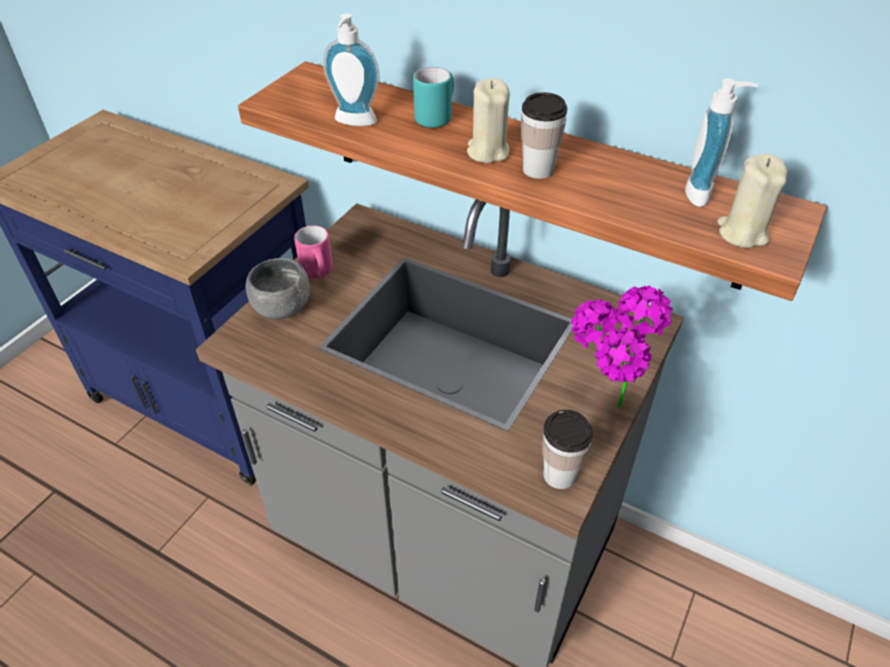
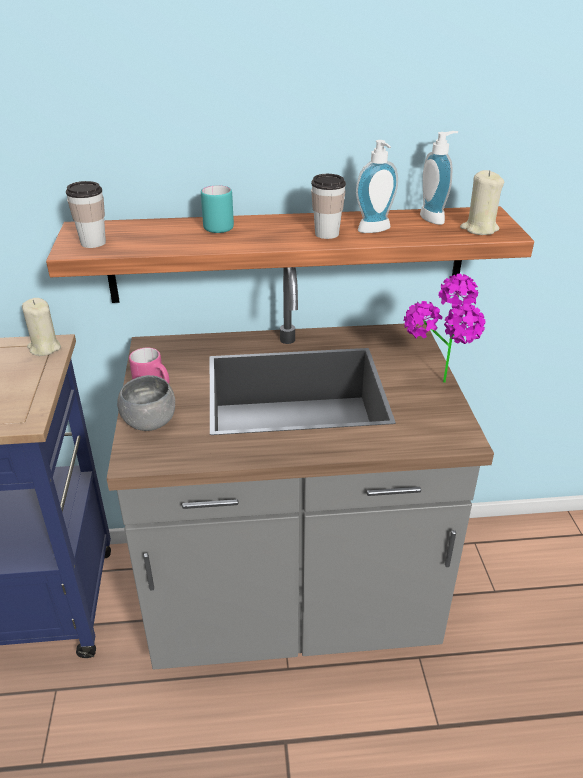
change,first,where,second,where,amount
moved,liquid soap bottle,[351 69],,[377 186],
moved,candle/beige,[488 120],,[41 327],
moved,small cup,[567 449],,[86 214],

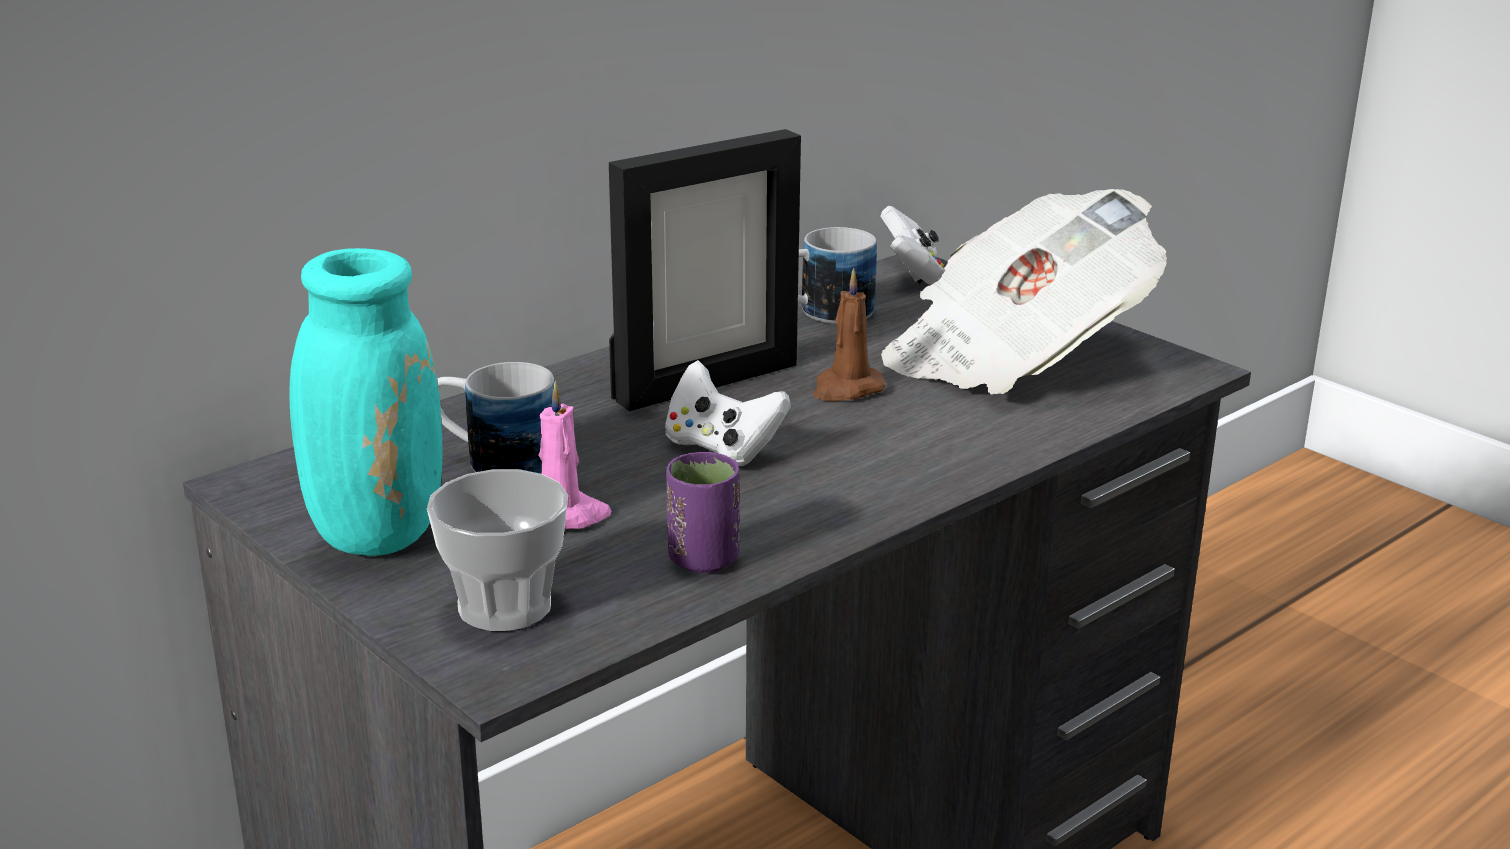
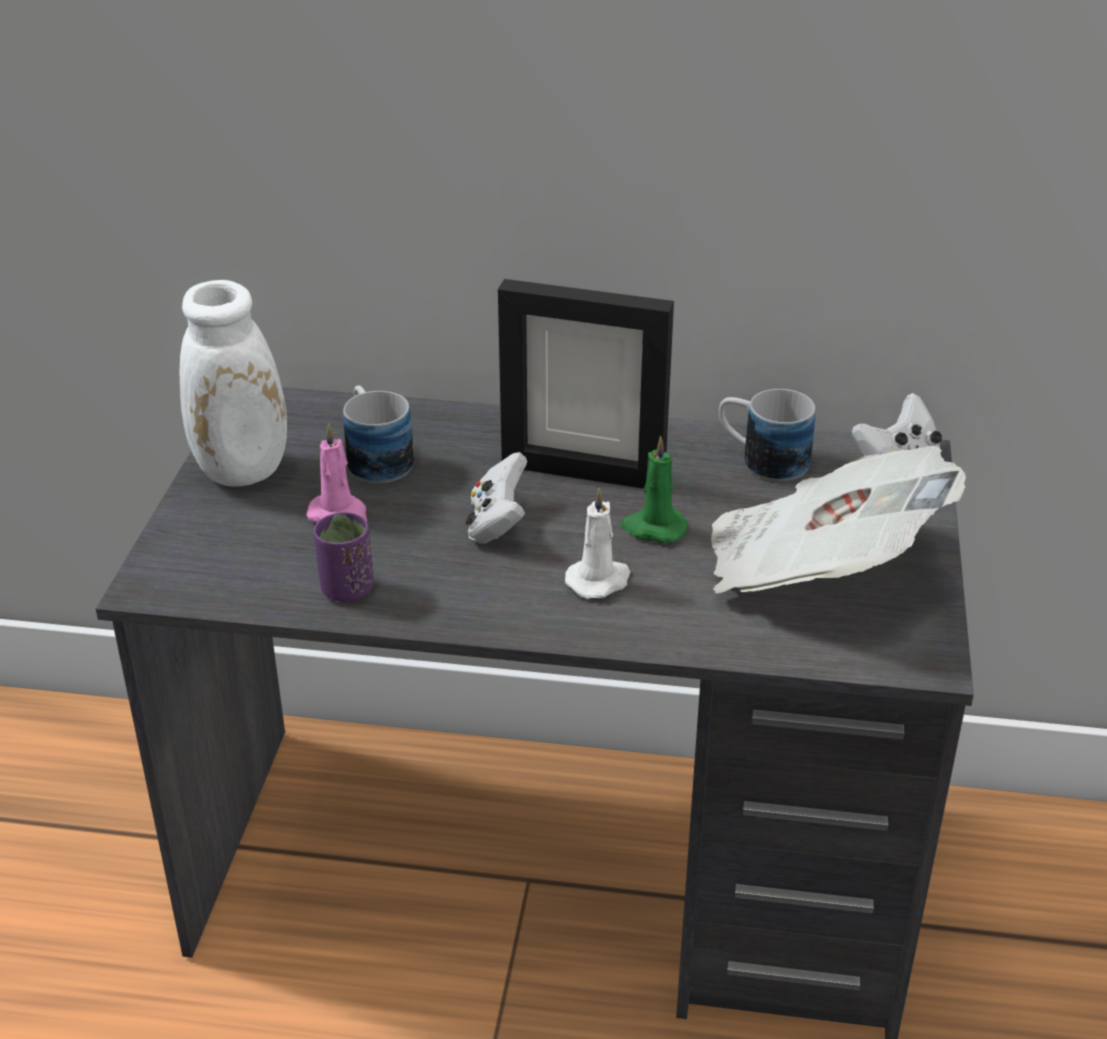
change,first,where,second,where,amount
recoloured,decorative vase/turquoise-coloured,[347 372],decorative vase/white,[233 383],
recoloured,candle/brown,[849 334],candle/green-coloured,[654 489],
removed,small cup,[497 550],,,
added,,,candle/white,[598 543],

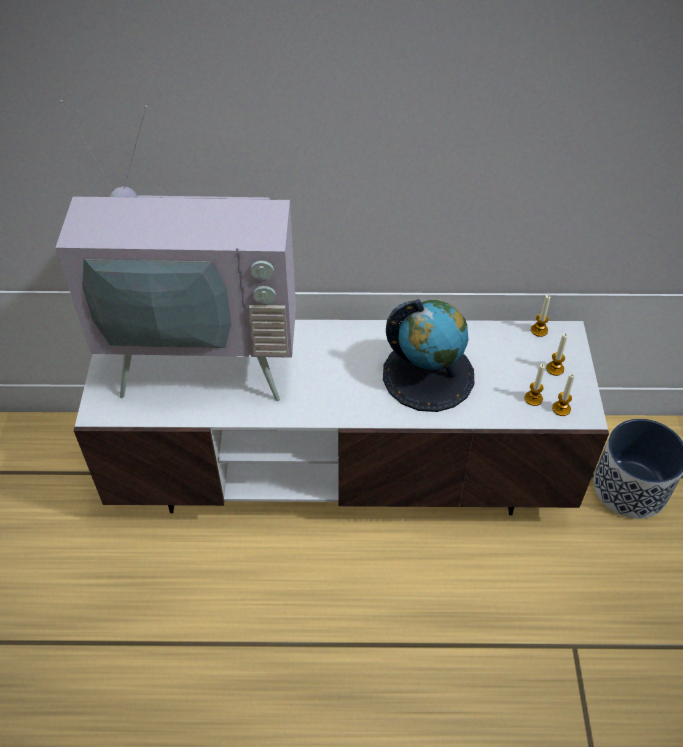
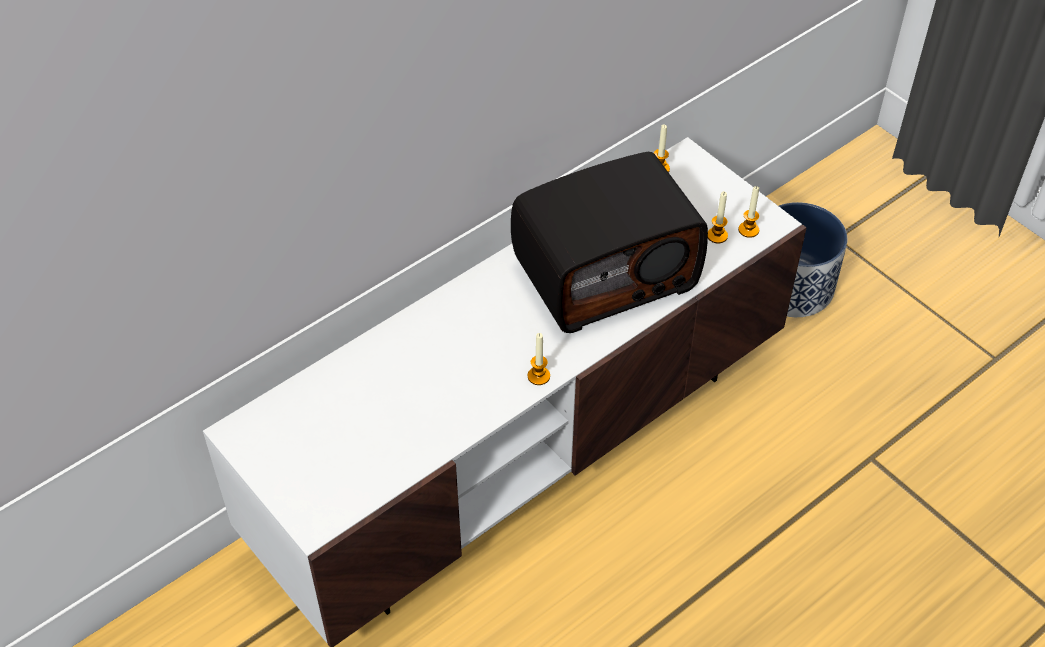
change,first,where,second,where,amount
removed,television,[175 250],,,
replaced,world globe,[428 355],radio set,[609 242],
moved,candle,[556 354],,[539 359],

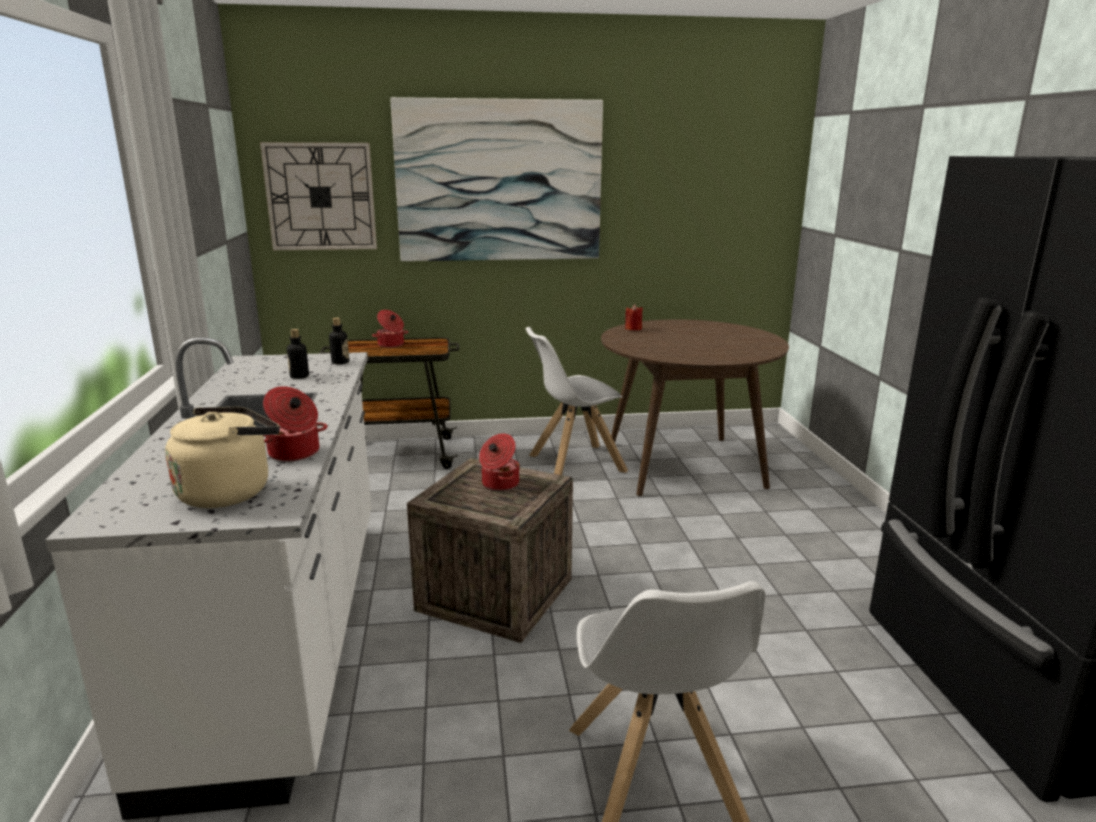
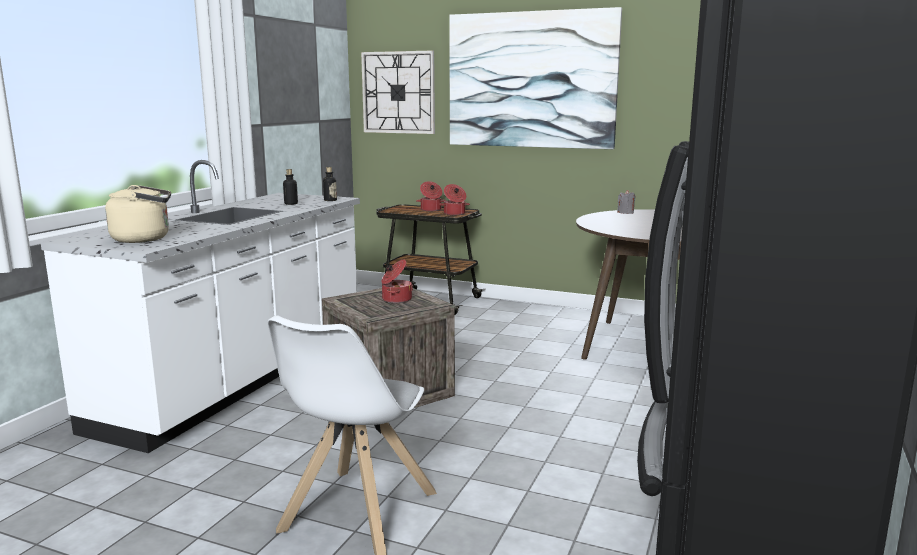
change,first,where,second,where,amount
recoloured,candle/red,[634 317],candle/greyish,[626 202],
removed,plain chair,[576 401],,,
moved,cooking pot,[295 423],,[454 199],

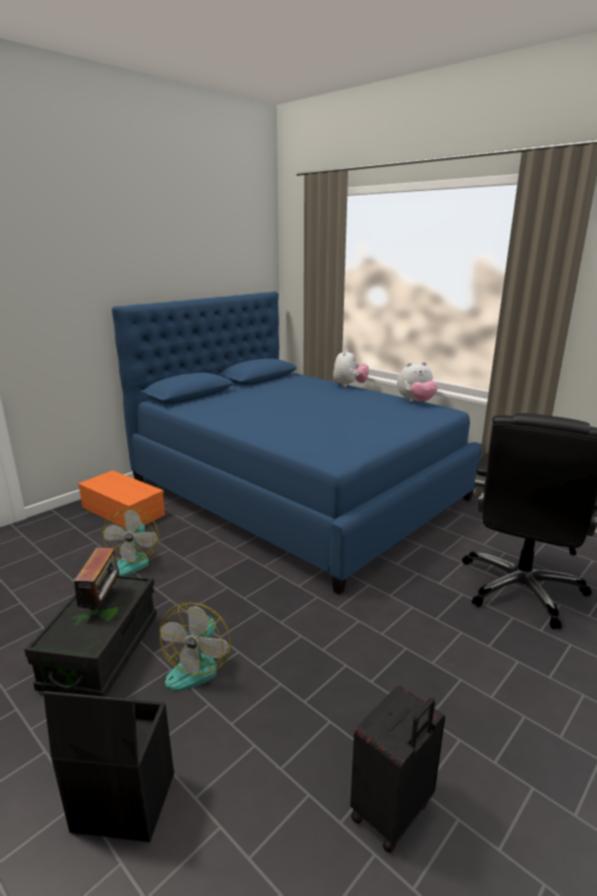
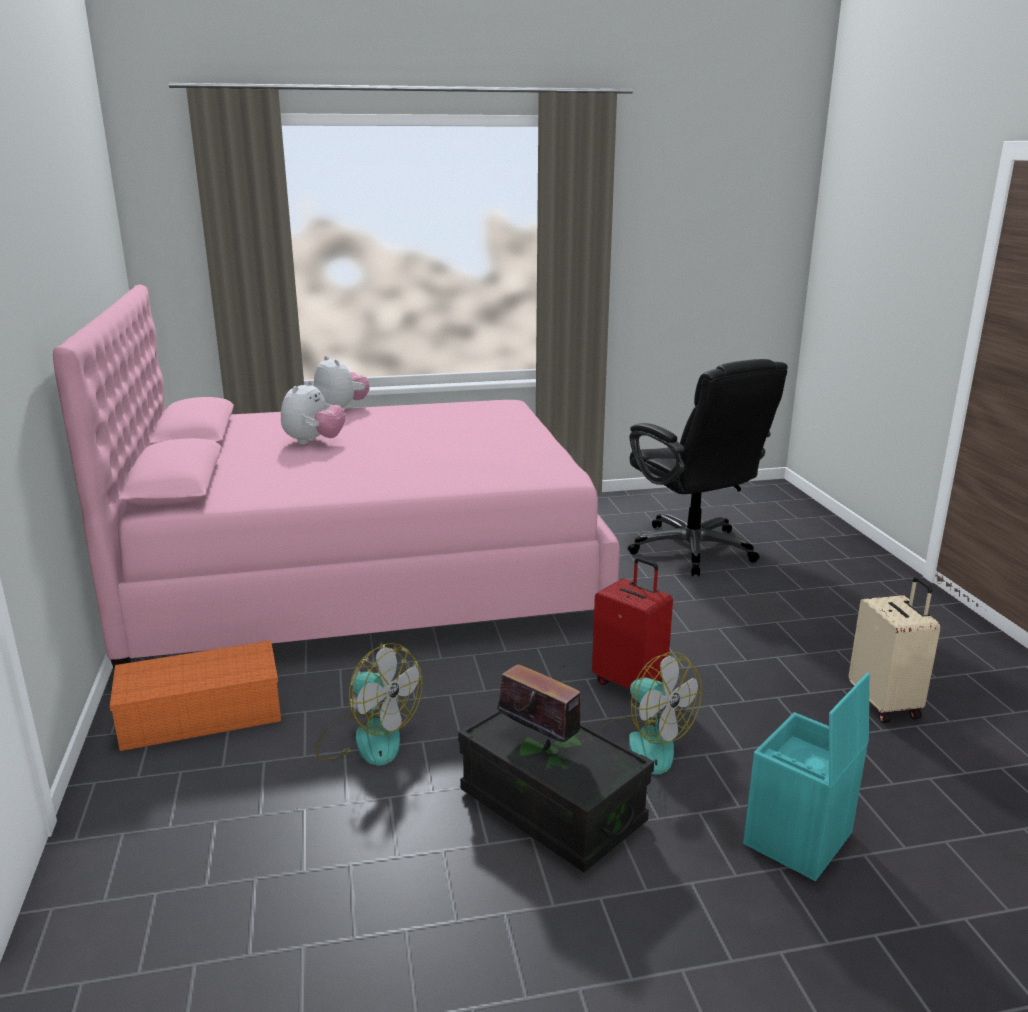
change,first,where,second,where,amount
recoloured,bed/blue,[297 443],bed/pink,[336 477],
moved,soft toy,[417 382],,[313 412],
recoloured,piece of luggage/blackish,[397 769],piece of luggage/beige,[894 649],
recoloured,storage bin/blackish,[108 766],storage bin/turquoise-coloured,[806 777],
added,,,piece of luggage/red,[632 623],

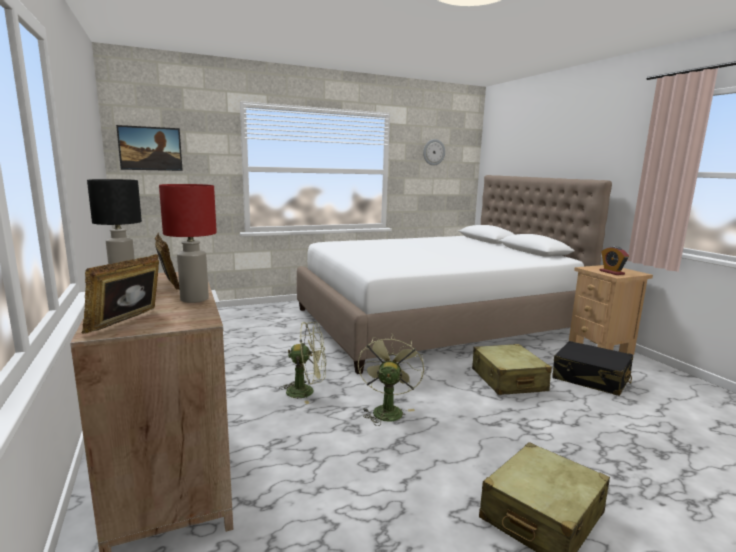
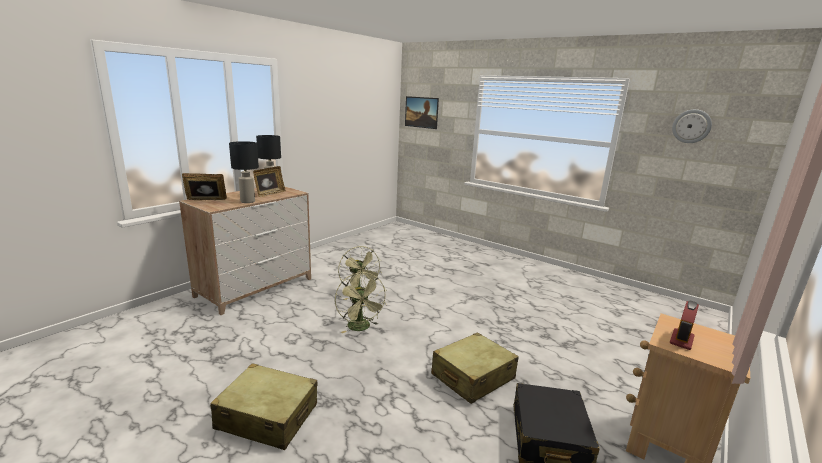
change,first,where,second,where,amount
removed,bed/white,[454 274],,,
recoloured,lamp for a table/red,[188 243],lamp for a table/blackish,[244 172],
turned,electric fan/green-coloured,[391 380],,[361 302],90 degrees clockwise

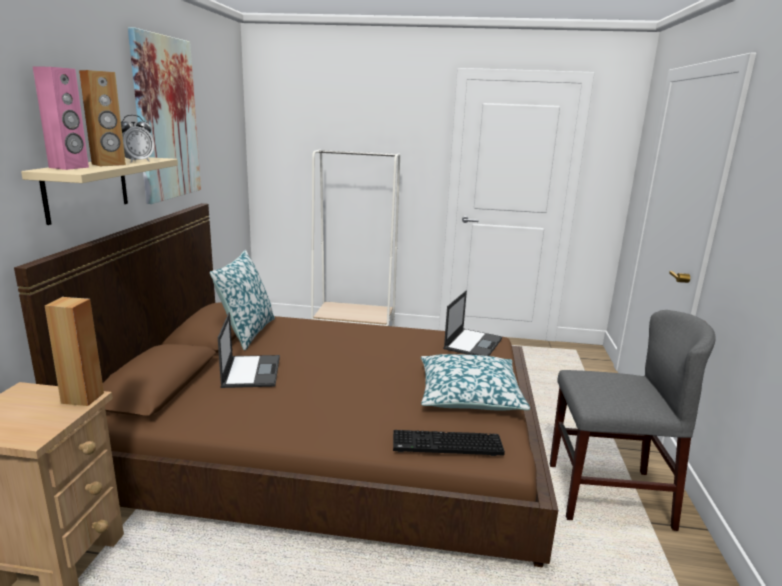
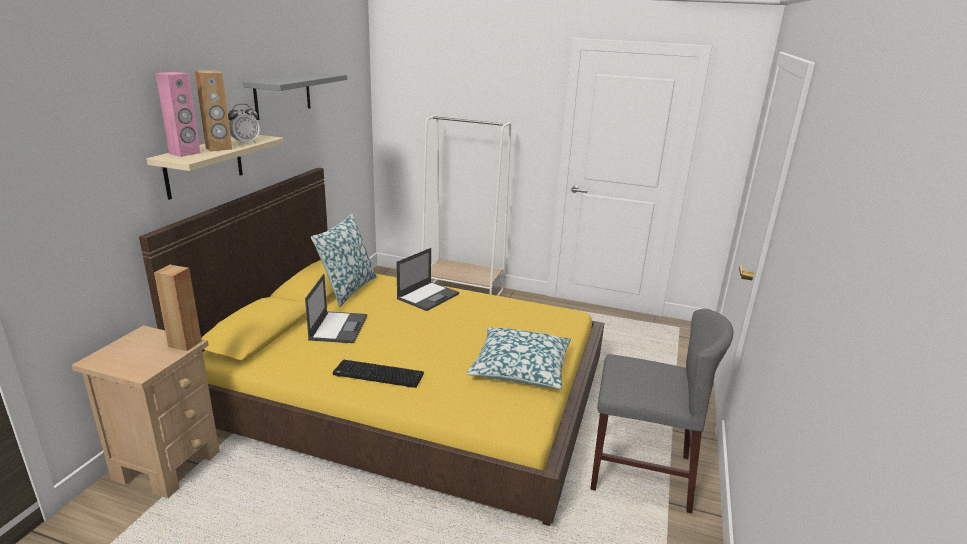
change,first,where,second,where,amount
replaced,picture,[164 115],bracket shelf/greyish,[295 96],
recoloured,bed/brown,[286 385],bed/yellowish,[371 347],
moved,notebook computer,[472 323],,[427 279],
moved,computer keyboard,[449 443],,[378 374],

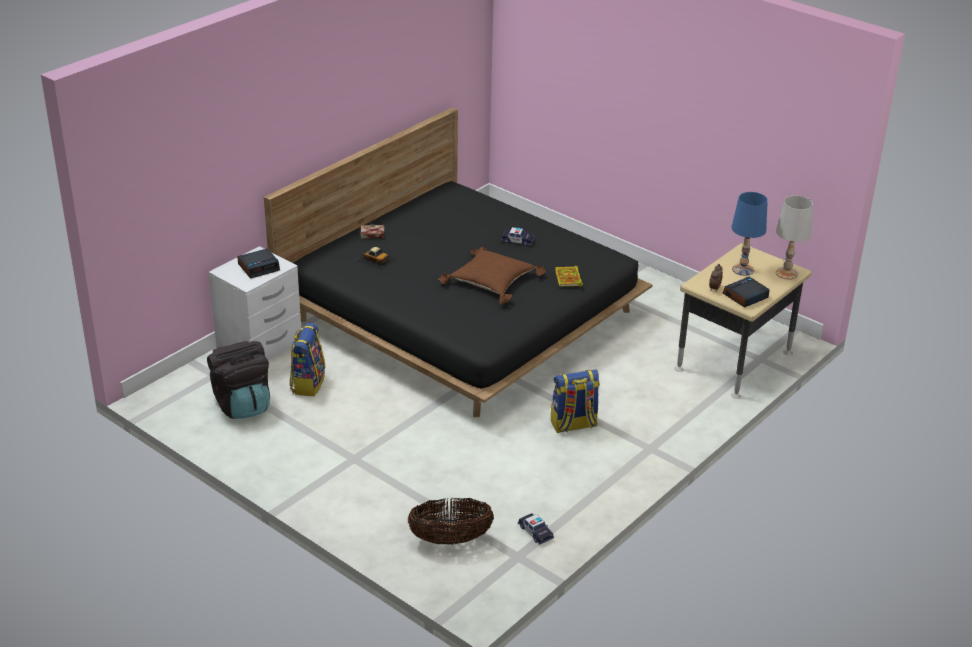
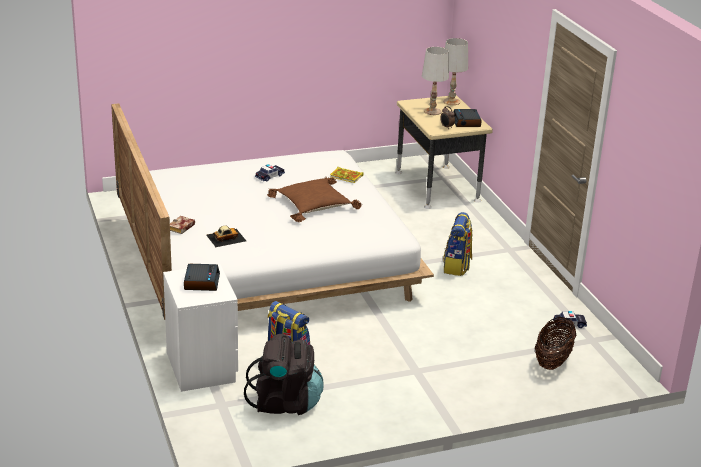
change,first,where,second,where,amount
recoloured,bed/blackish,[458 262],bed/white,[272 211],
recoloured,lamp for a table/blue,[749 234],lamp for a table/white,[435 81],

